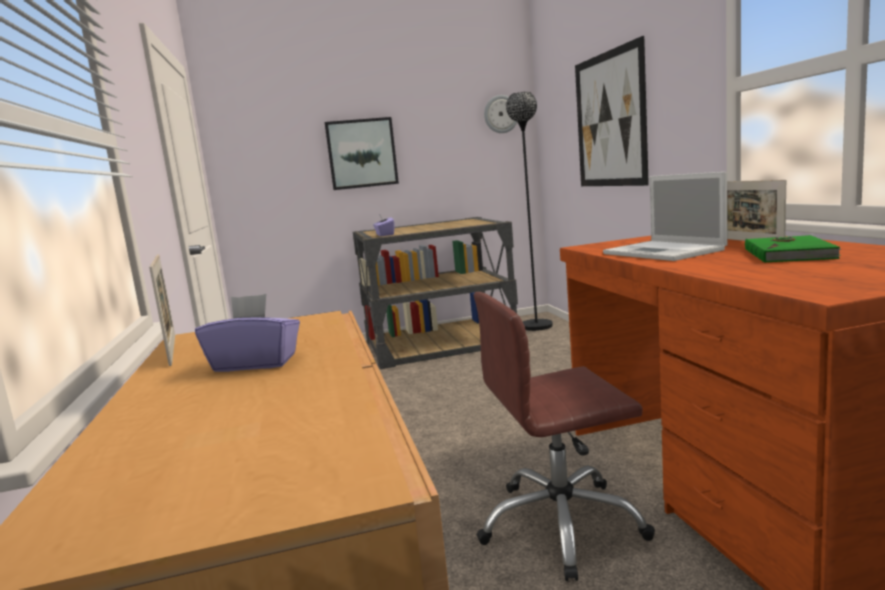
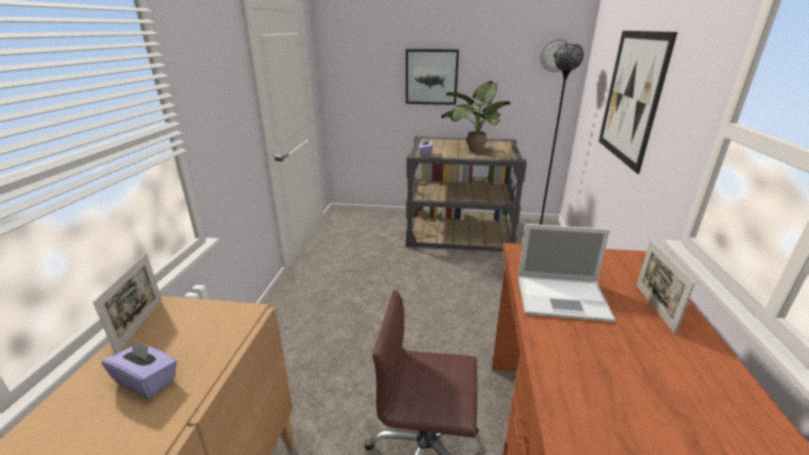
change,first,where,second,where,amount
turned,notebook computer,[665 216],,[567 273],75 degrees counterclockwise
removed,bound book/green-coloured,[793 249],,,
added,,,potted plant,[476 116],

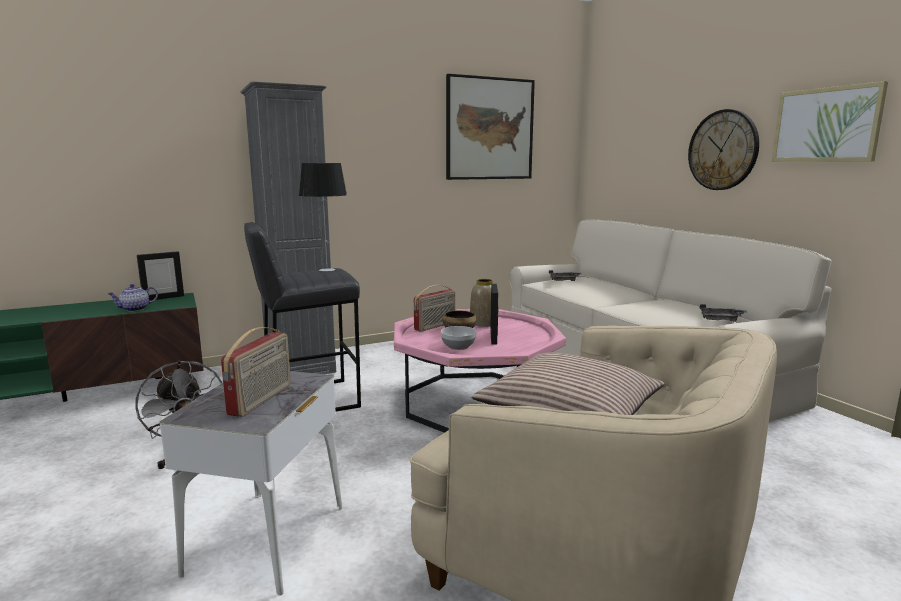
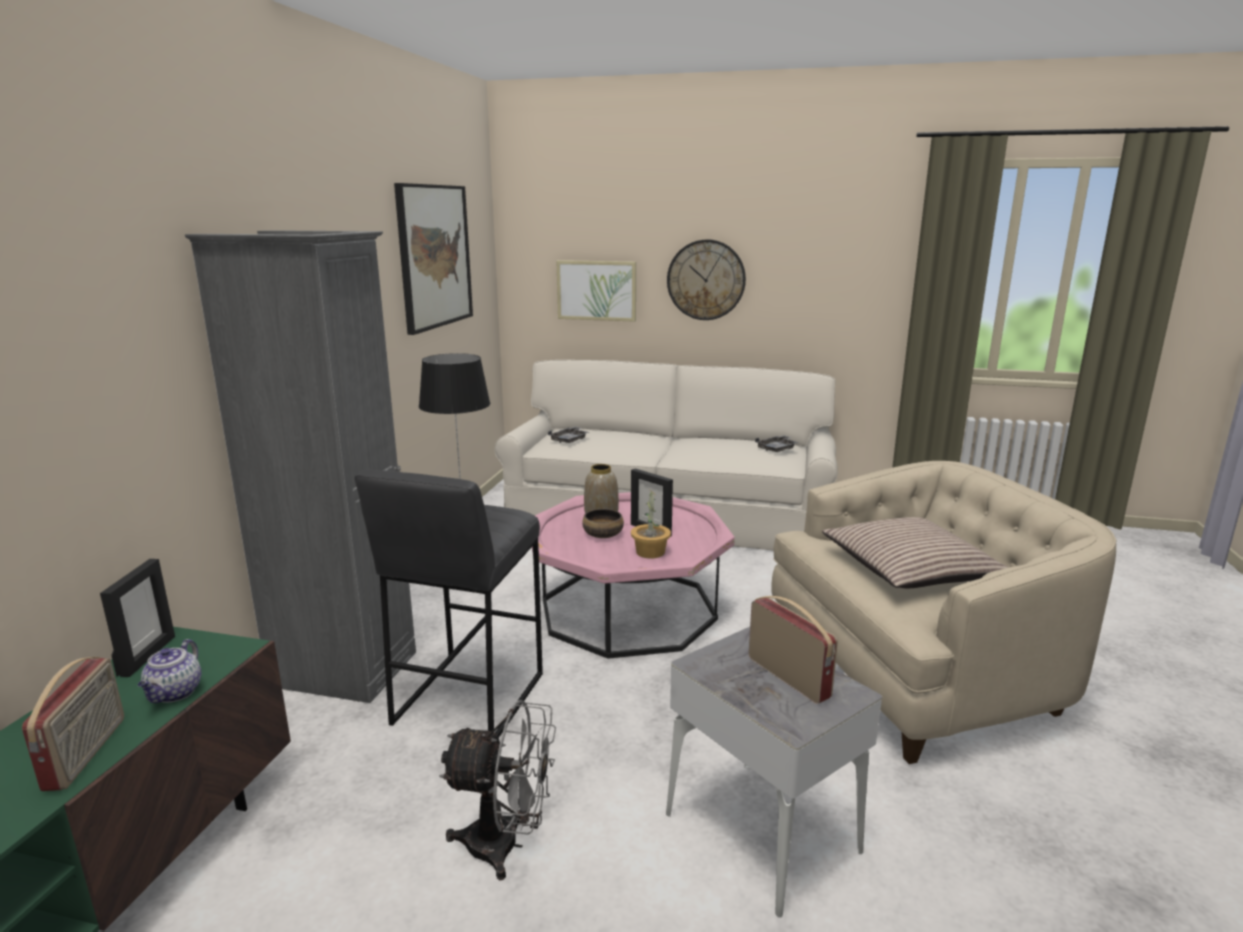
change,first,where,second,where,amount
moved,picture,[830 121],,[596 291],
moved,radio set,[434 308],,[73 724],
replaced,serving bowl,[458 338],potted plant,[651 524],

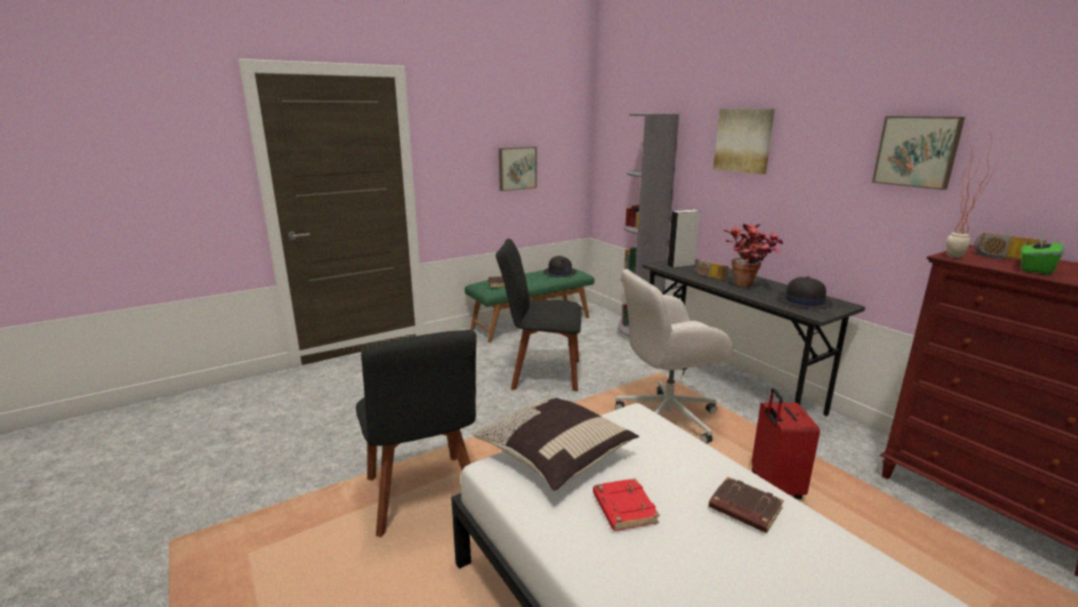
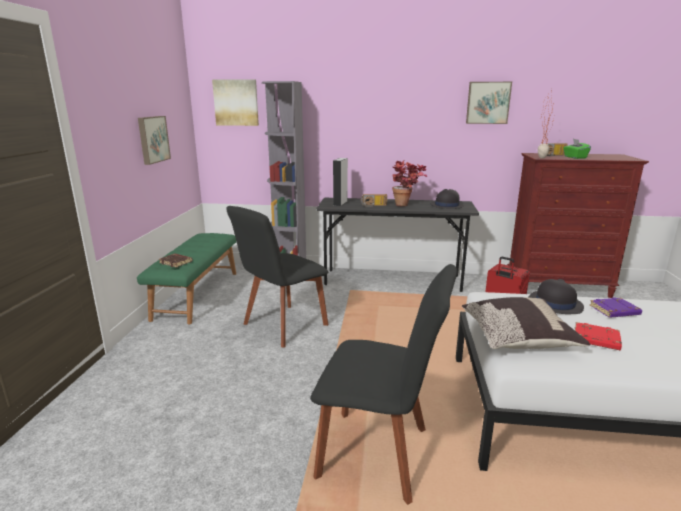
change,first,where,second,where,amount
moved,picture,[744 141],,[235 102],
moved,clothing hat/blackish,[560 266],,[556 296],
removed,computer chair/white,[674 356],,,
recoloured,bound book/brown,[746 505],bound book/purplish,[616 307],

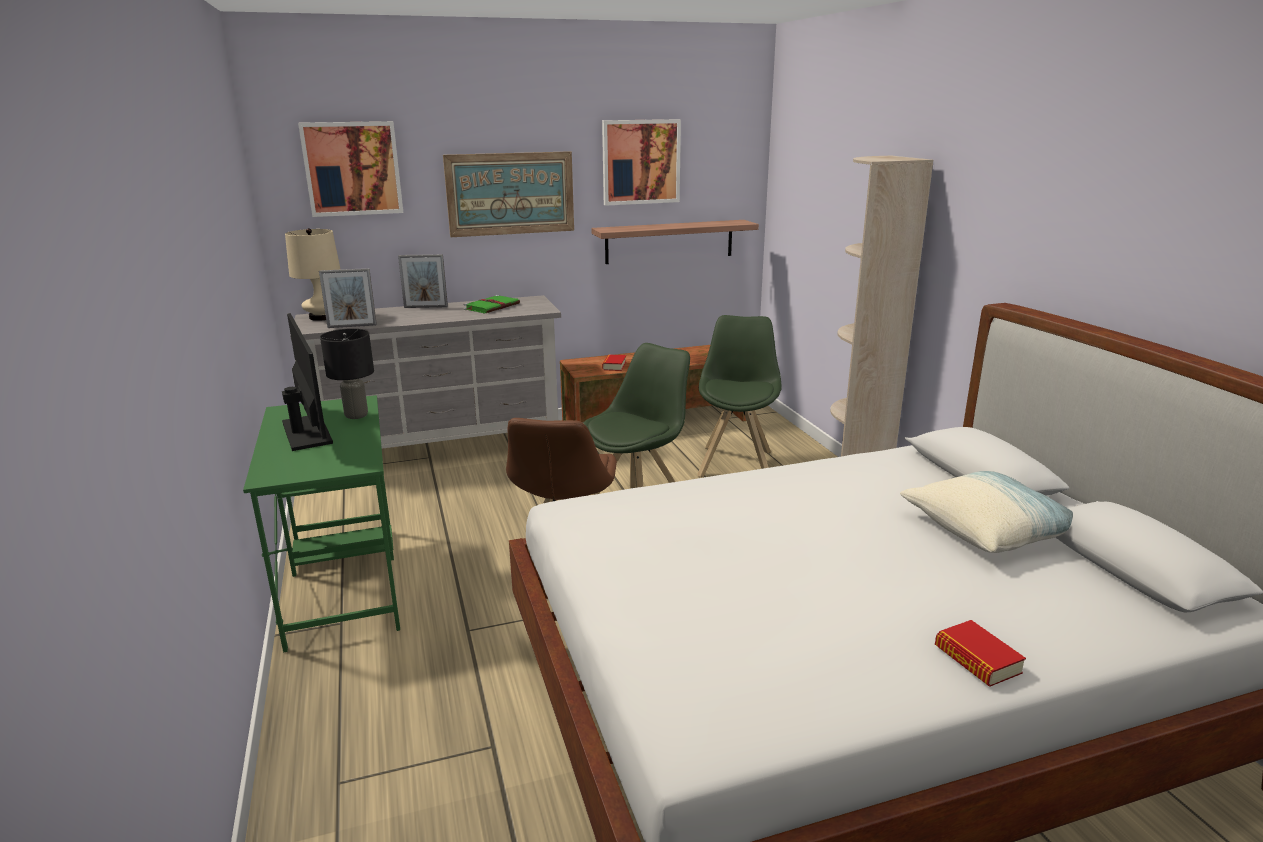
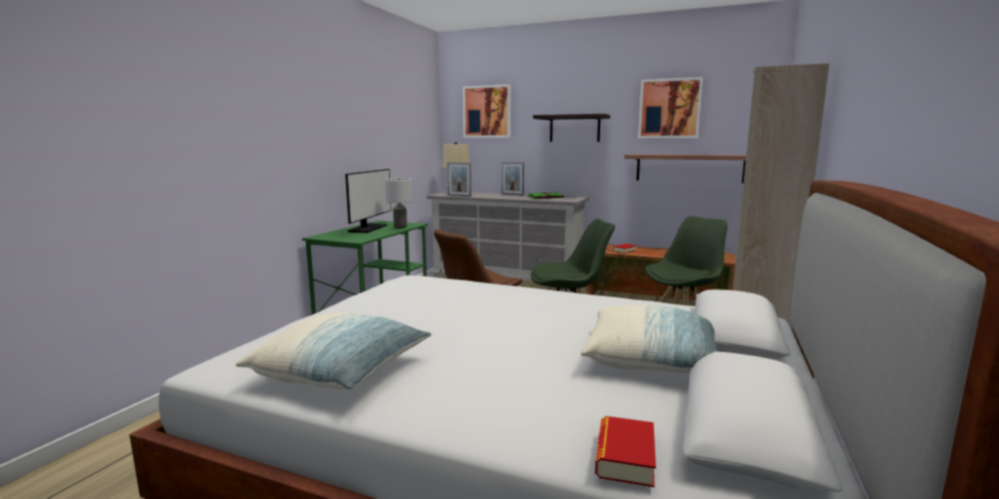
change,first,where,second,where,amount
replaced,picture,[508 194],bracket shelf,[571 128],
recoloured,lamp for a table/blackish,[347 373],lamp for a table/white,[399 203],
moved,bound book,[980 653],,[625 451],
added,,,cushion,[334 351],

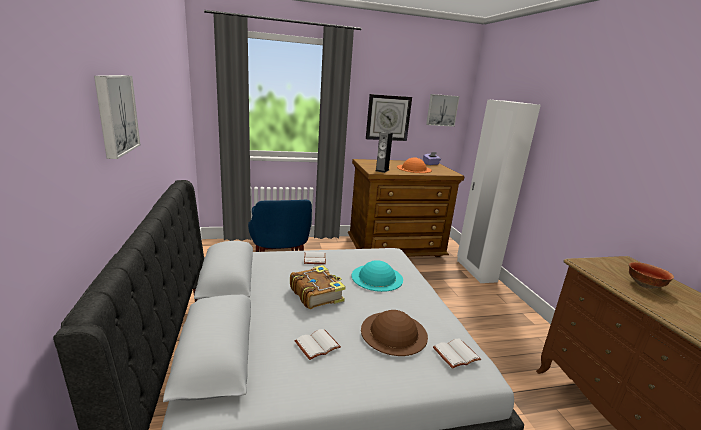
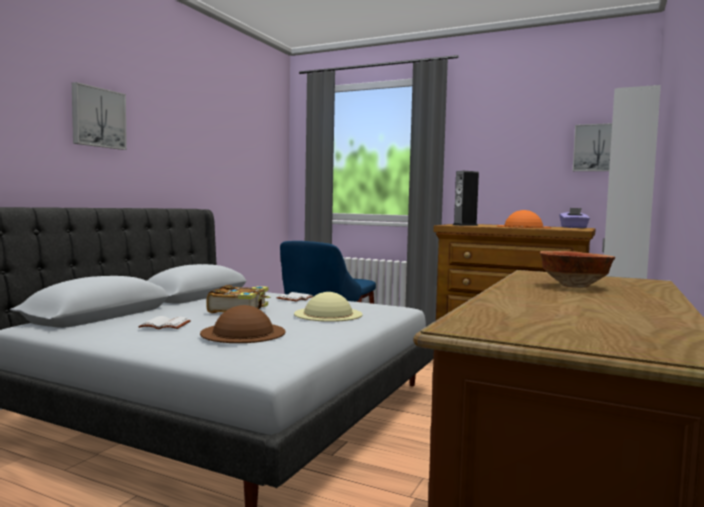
change,first,where,second,where,amount
removed,hanging clock,[389 117],,,
recoloured,clothing hat/turquoise-coloured,[377 276],clothing hat/beige,[328 307],
removed,bound book/white,[457 354],,,

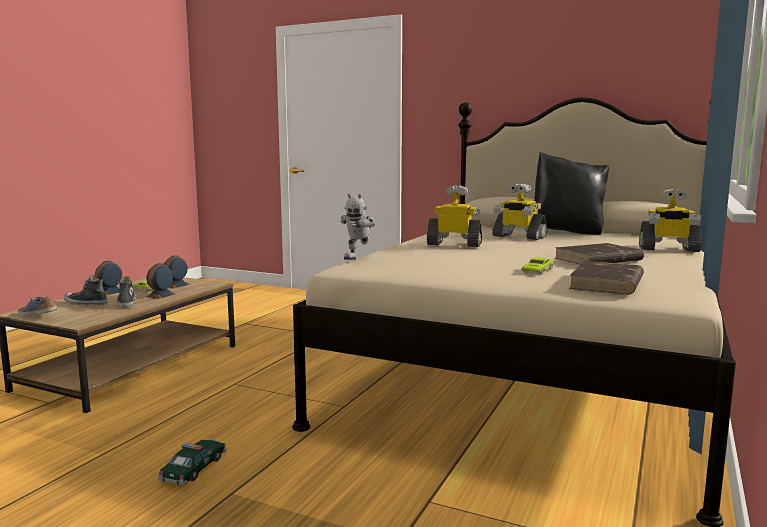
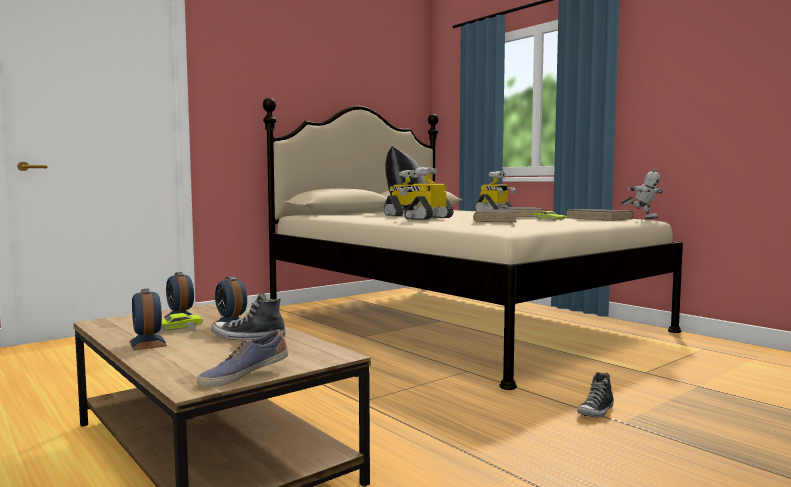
change,first,where,second,where,amount
moved,robot figure,[358 226],,[643 194],
moved,item of footwear,[85 290],,[595 394],
removed,miniature car,[192 463],,,
added,,,bound book/brown,[495 215],

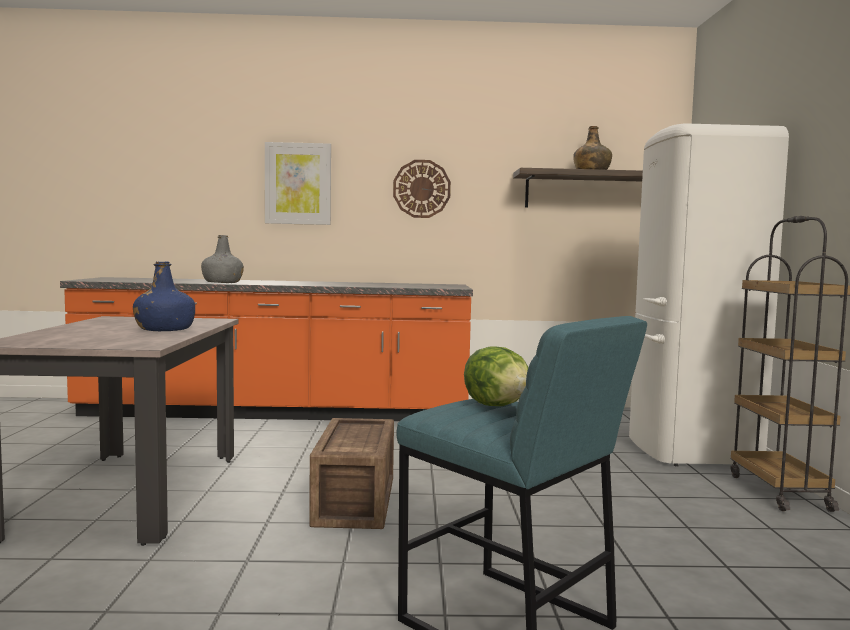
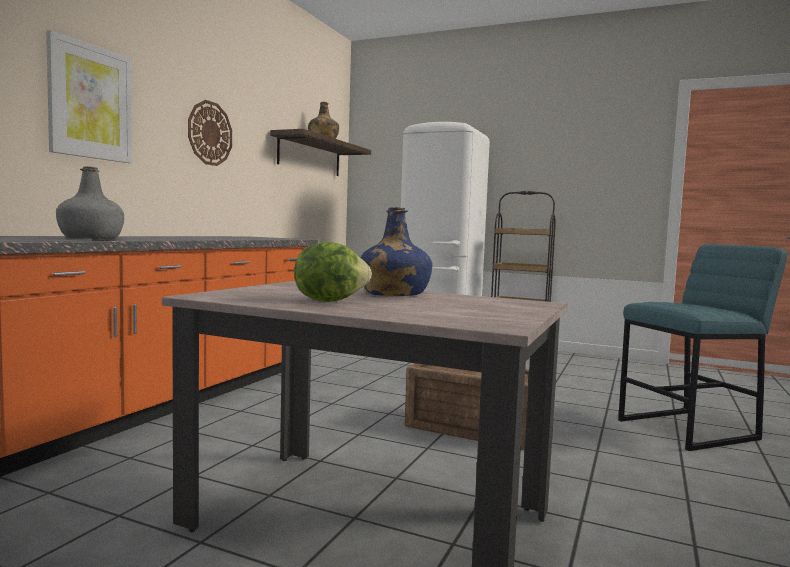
change,first,where,second,where,amount
moved,lettuce head,[496 376],,[333 272],

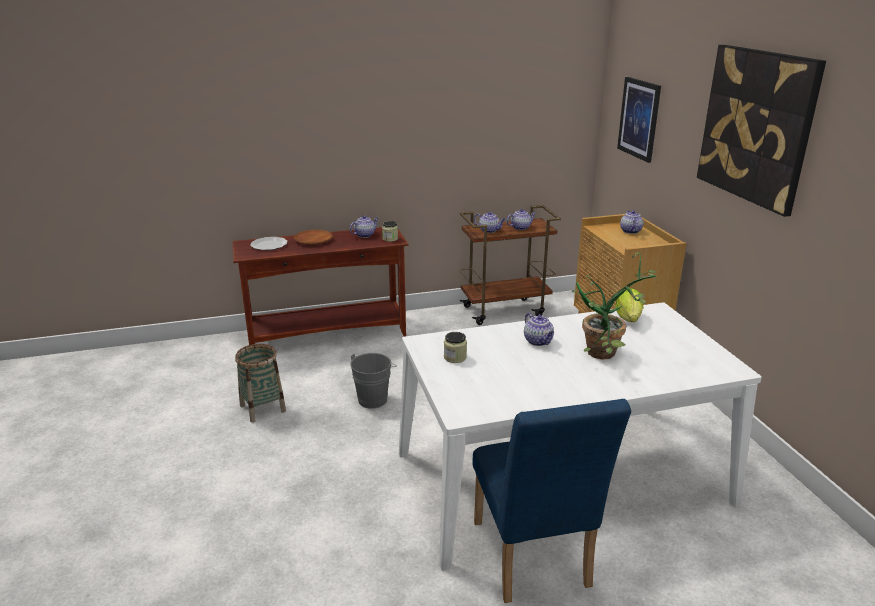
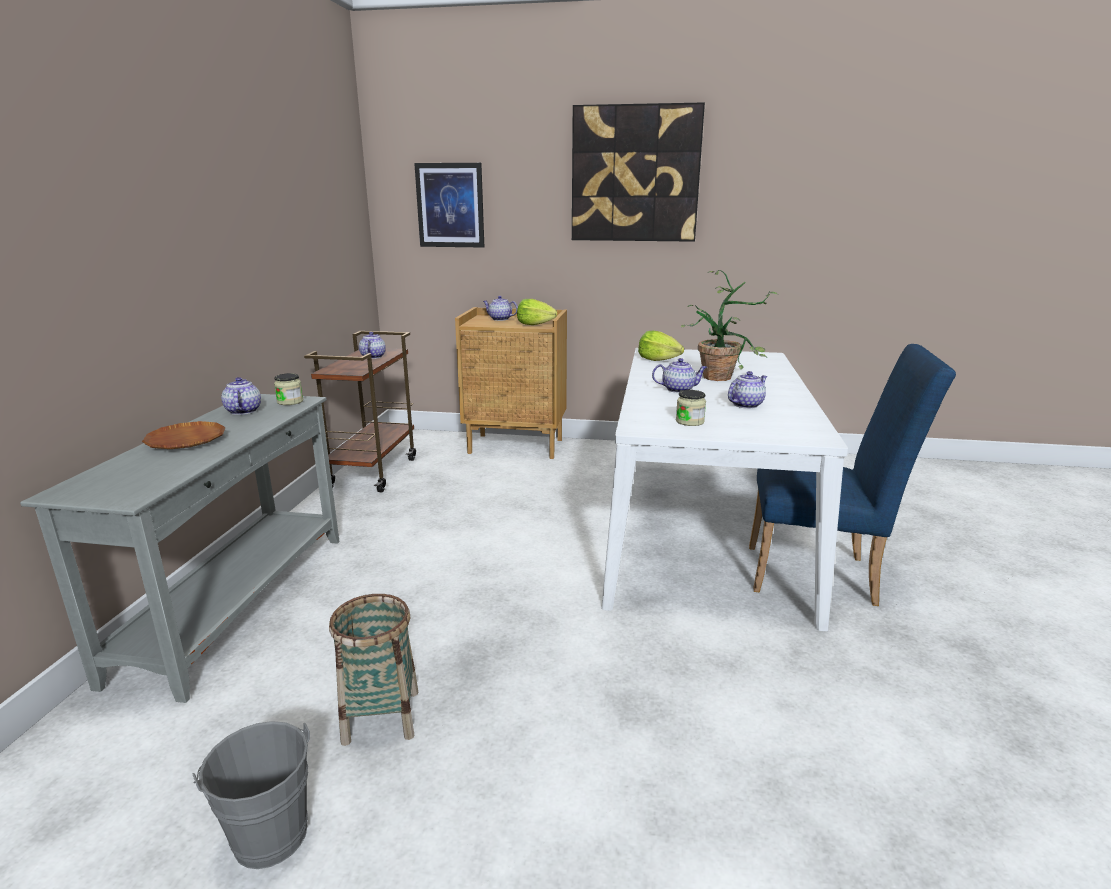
change,first,where,second,where,amount
moved,pot for tea,[490 222],,[747 390],
recoloured,console table/brown,[320 286],console table/greyish,[180 548],
removed,plate,[269 243],,,
moved,water bucket/greyish,[373 380],,[251 795],
added,,,lettuce head,[537 312],

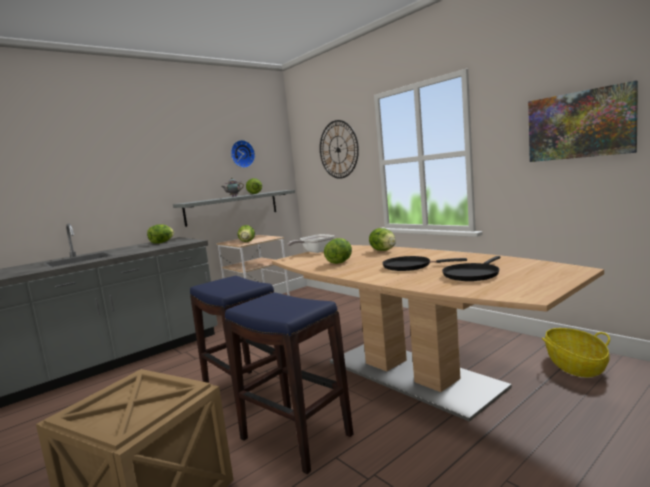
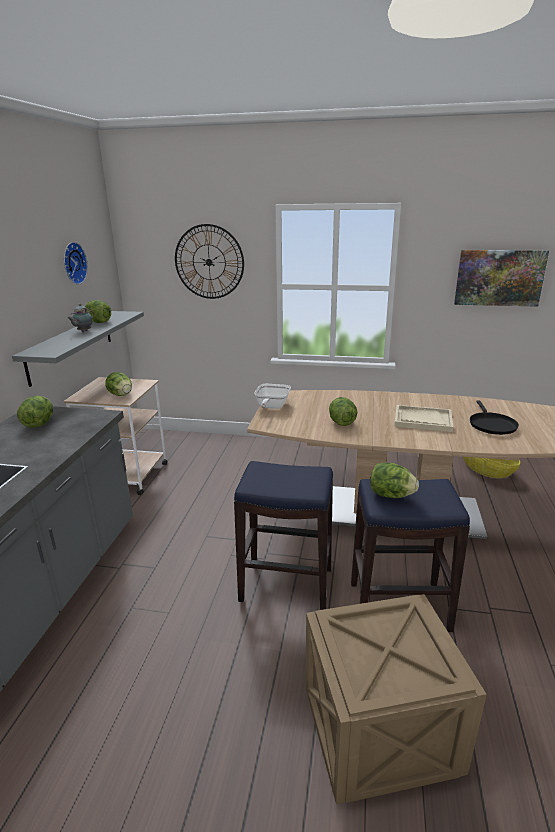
change,first,where,second,where,amount
moved,lettuce head,[382 239],,[394 480],
replaced,pan/blackish,[424 263],serving tray/beige,[423 418],

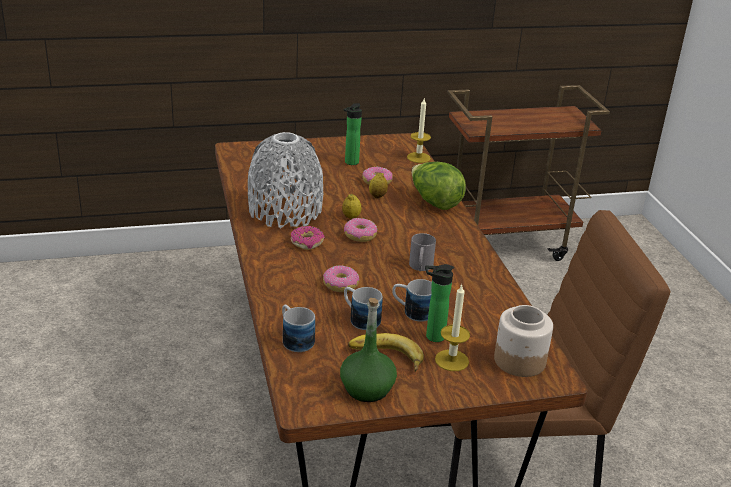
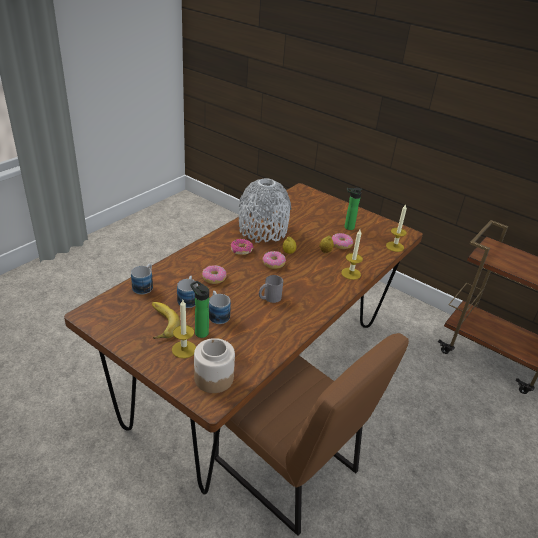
change,first,where,second,where,amount
replaced,lettuce head,[439 186],candle,[352 255],
removed,drink bottle/green-coloured,[368 350],,,

